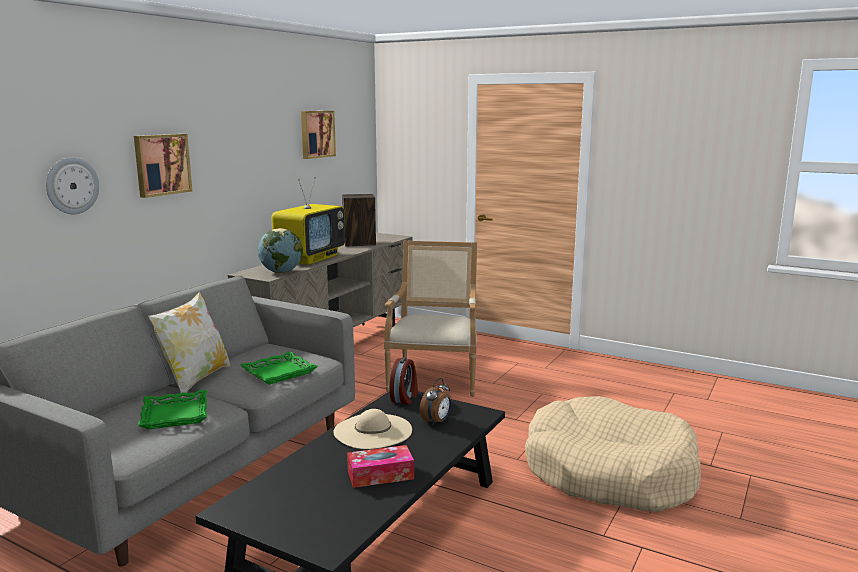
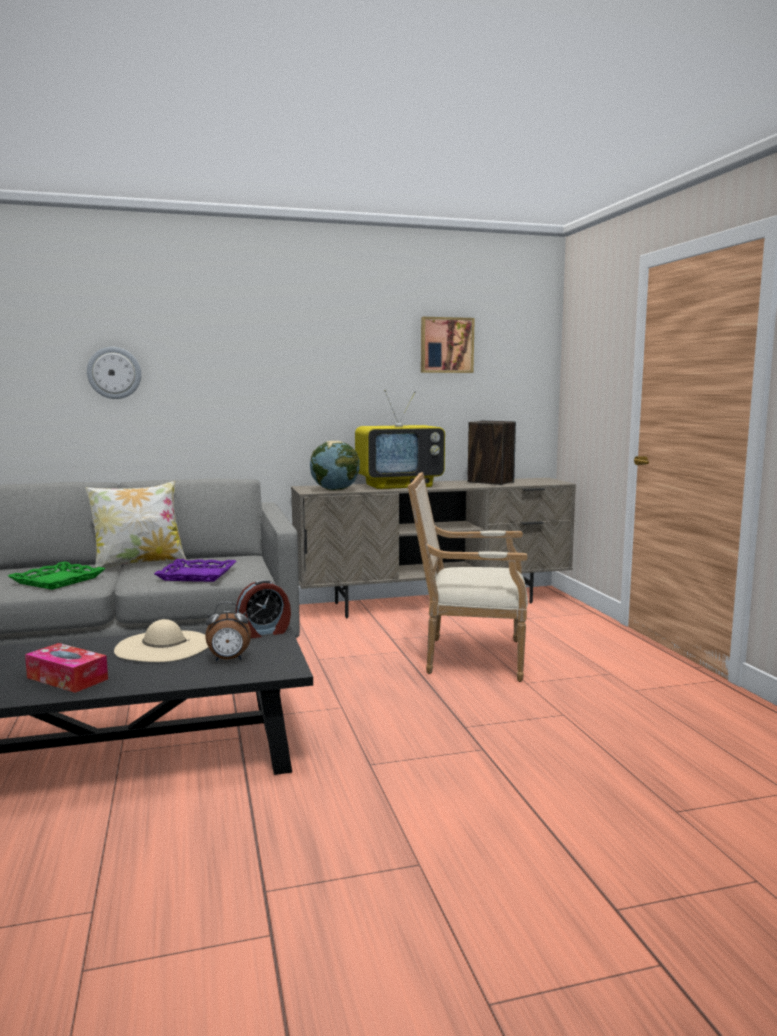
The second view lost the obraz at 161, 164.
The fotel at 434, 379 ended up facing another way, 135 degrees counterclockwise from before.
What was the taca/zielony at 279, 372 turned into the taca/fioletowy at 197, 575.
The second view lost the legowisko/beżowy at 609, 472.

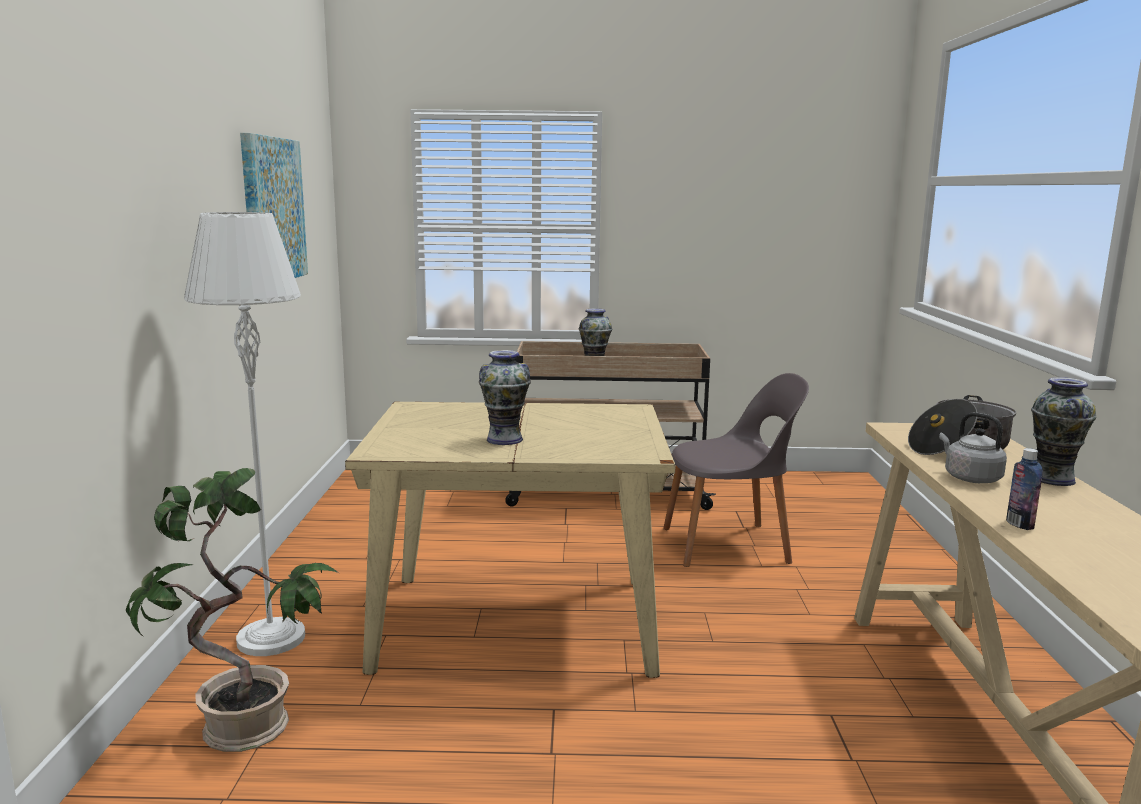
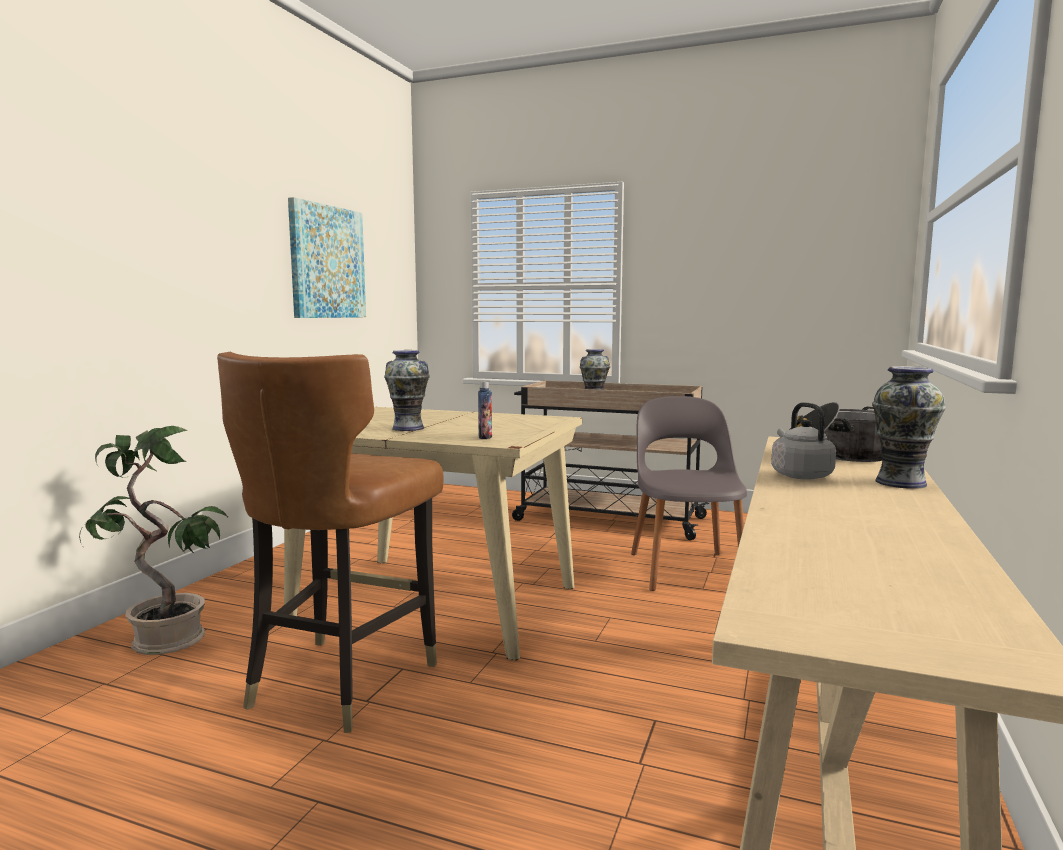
The second view lost the lampa stojąca/biały at 271, 639.
The krzesło/szary at 729, 545 ended up facing another way, 105 degrees counterclockwise from before.
The butelka ended up elsewhere, having gone from 1019, 524 to 485, 437.
The second view gained the krzesło/brązowy at 341, 681.

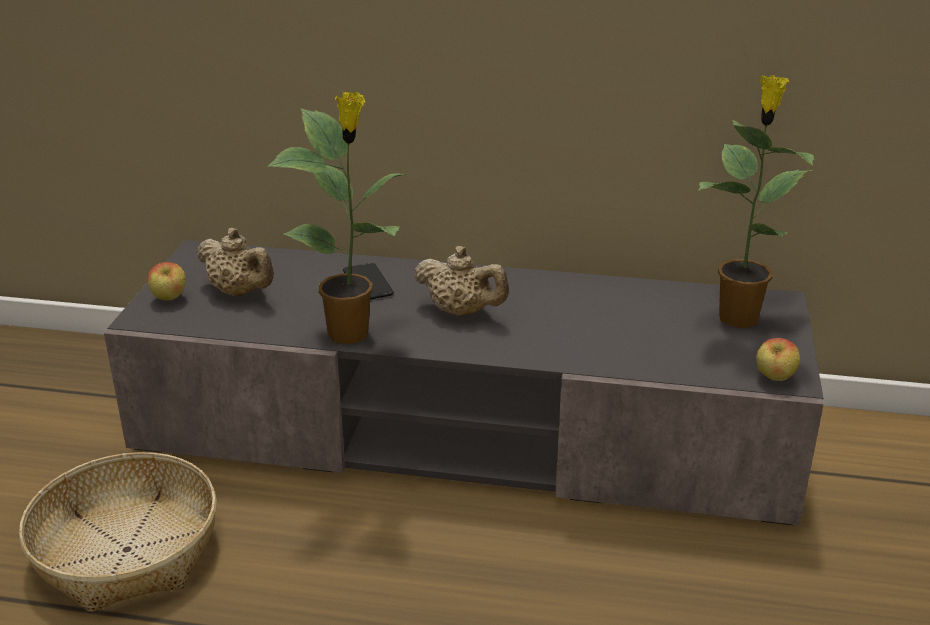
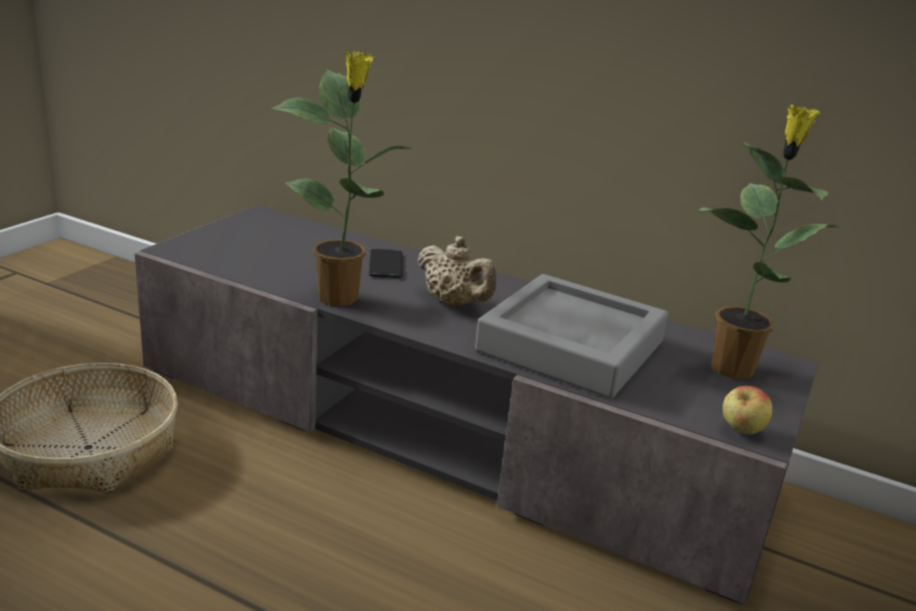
The second view lost the imbryk/beżowy at 240, 292.
The second view lost the jabłko at 169, 299.
The second view gained the taca/szary at 571, 346.

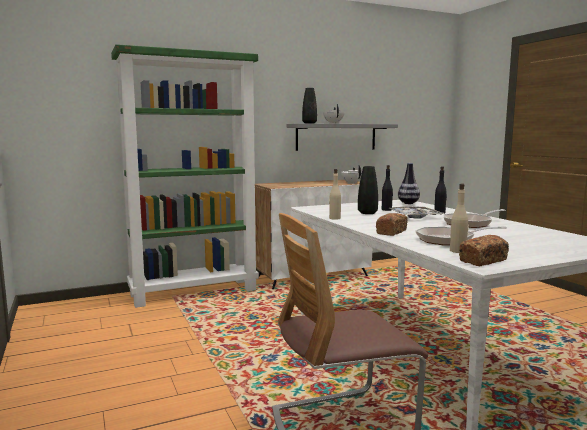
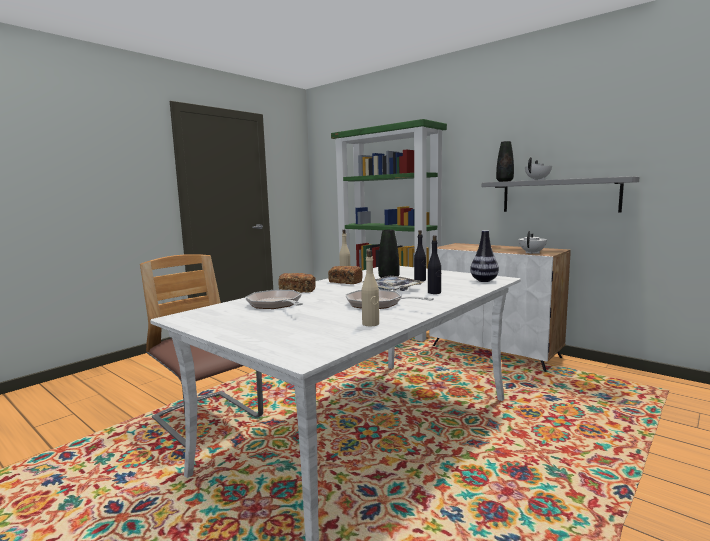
The butelka/beżowy ended up elsewhere, having gone from 458, 251 to 371, 324.
The chleb ended up elsewhere, having gone from 483, 261 to 345, 282.

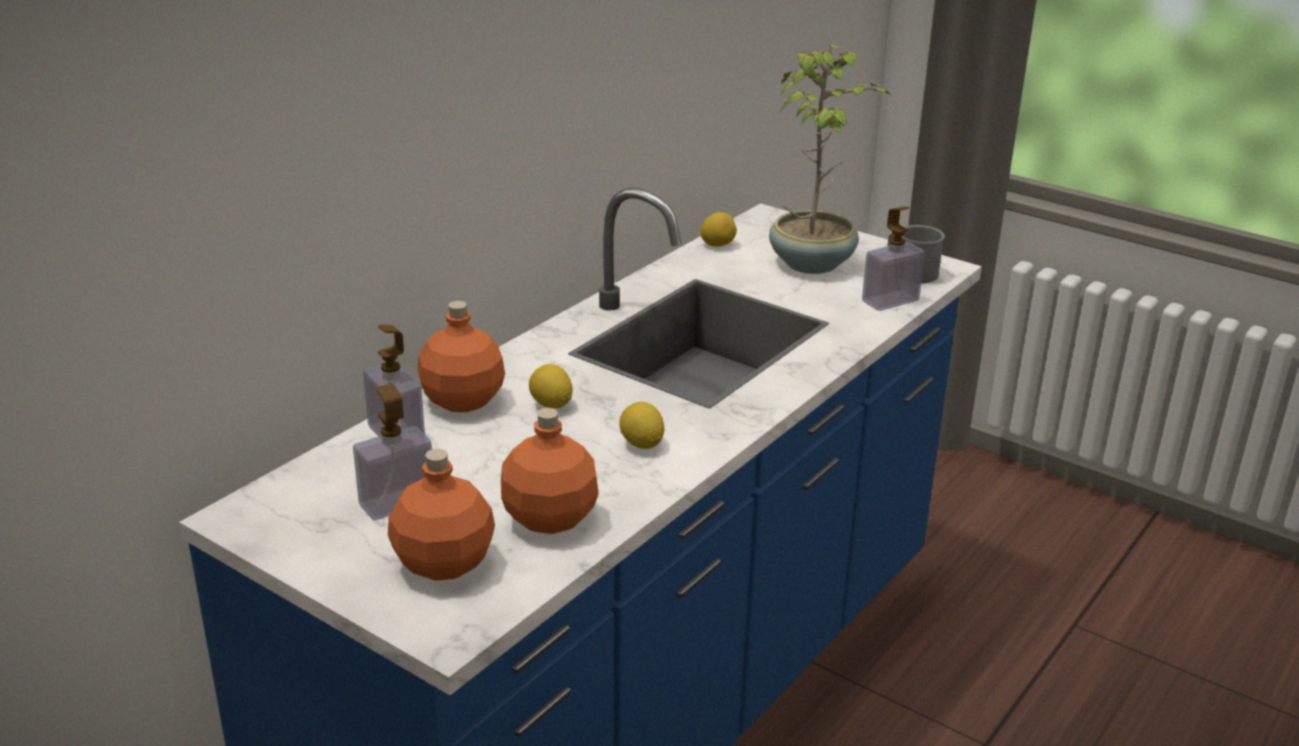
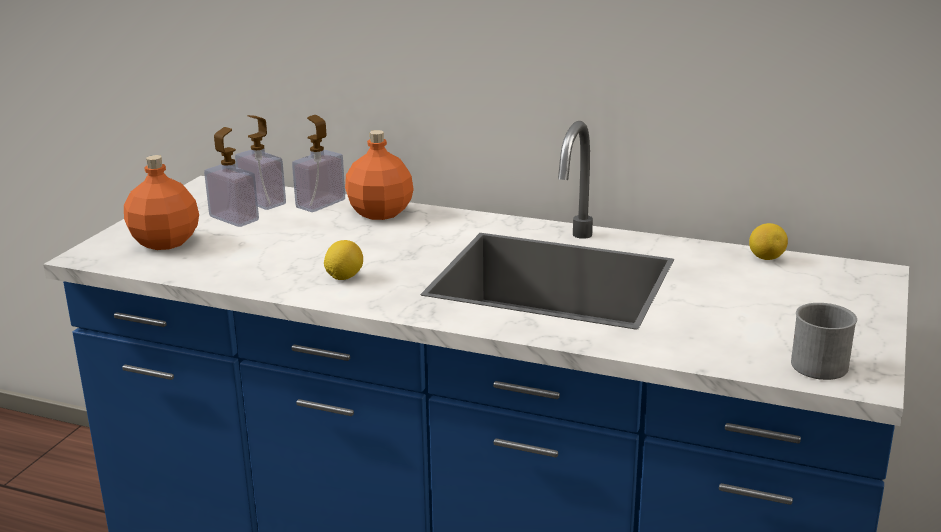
The second view lost the roślina doniczkowa at 812, 262.
The dozownik mydła ended up elsewhere, having gone from 890, 301 to 262, 202.
The second view lost the cytryna at 551, 405.
The second view lost the butelka/pomarańczowy at 549, 517.

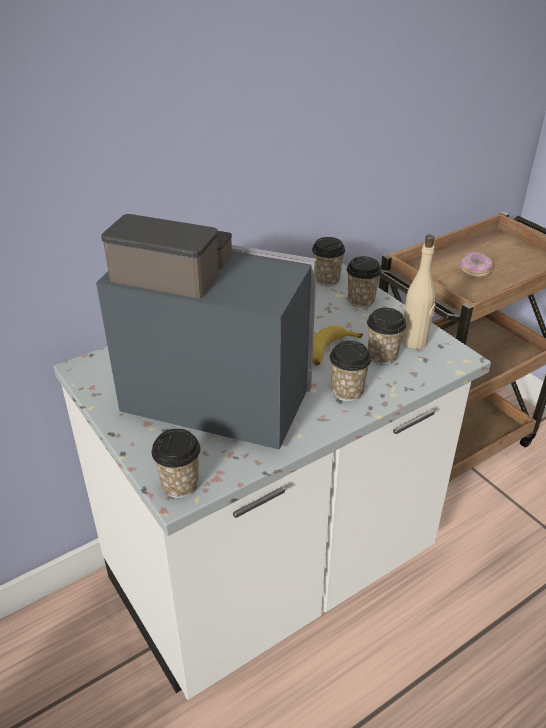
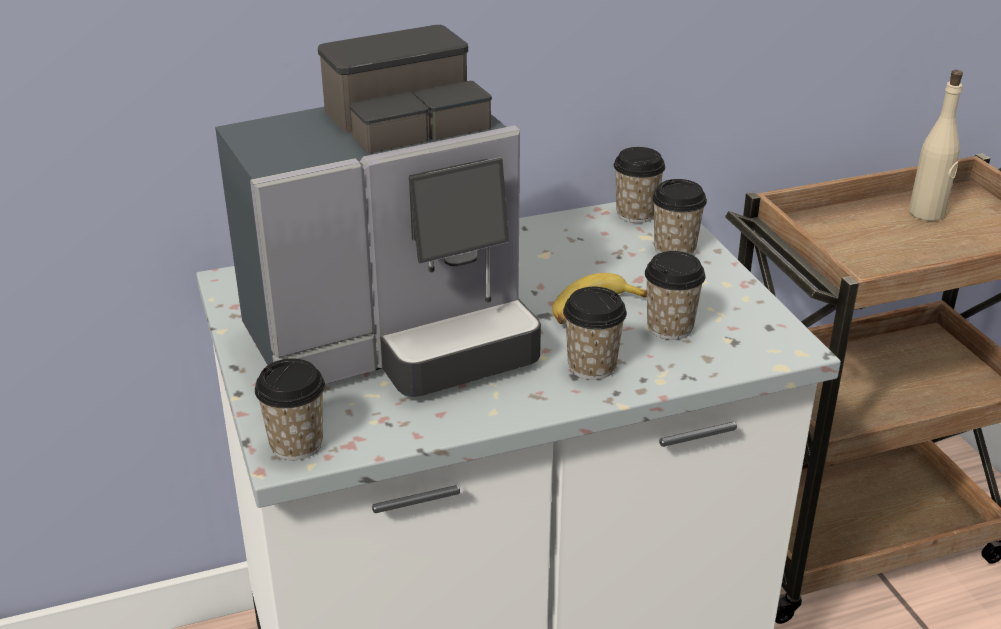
The ekspres do kawy at 213, 394 ended up facing another way, 120 degrees clockwise from before.
The butelka/beżowy ended up elsewhere, having gone from 414, 341 to 927, 213.
The second view lost the donut at 474, 271.

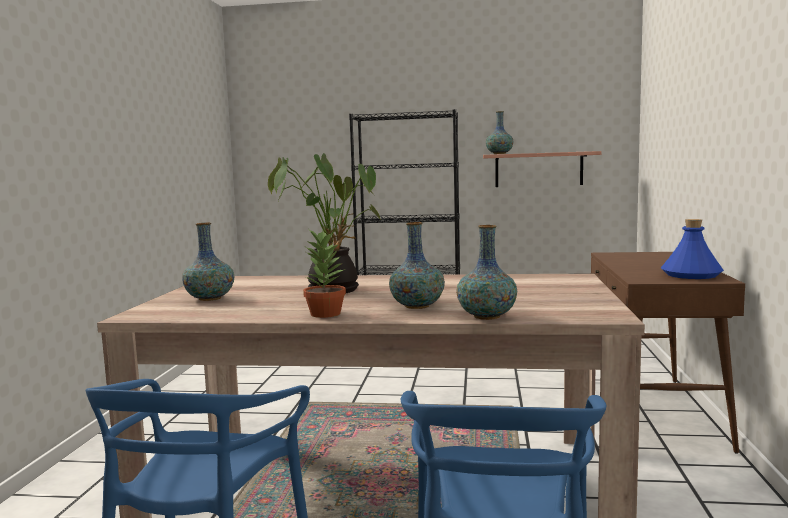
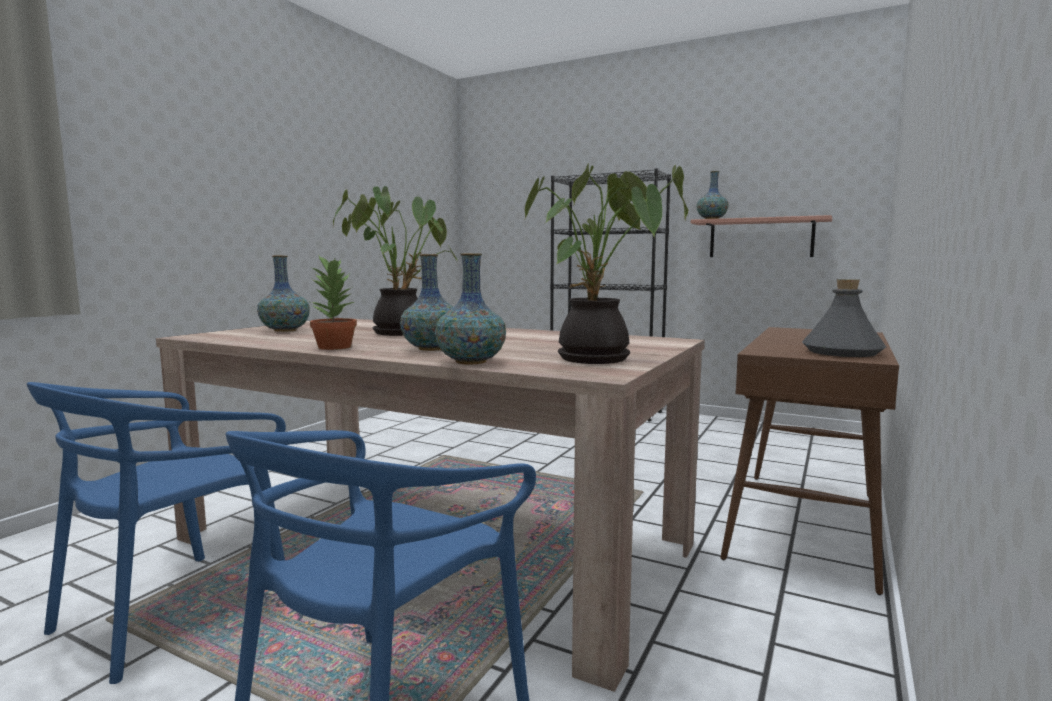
What was the butelka/niebieski at 691, 275 turned into the butelka/szary at 842, 352.
The second view gained the roślina doniczkowa at 598, 360.

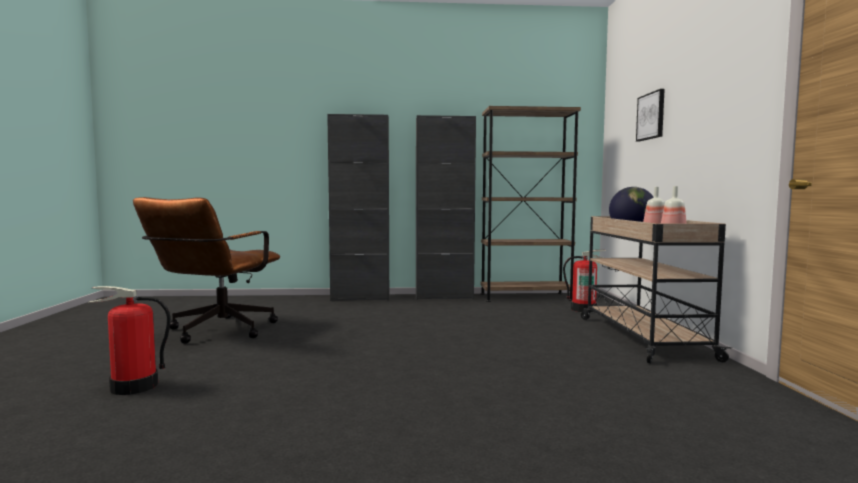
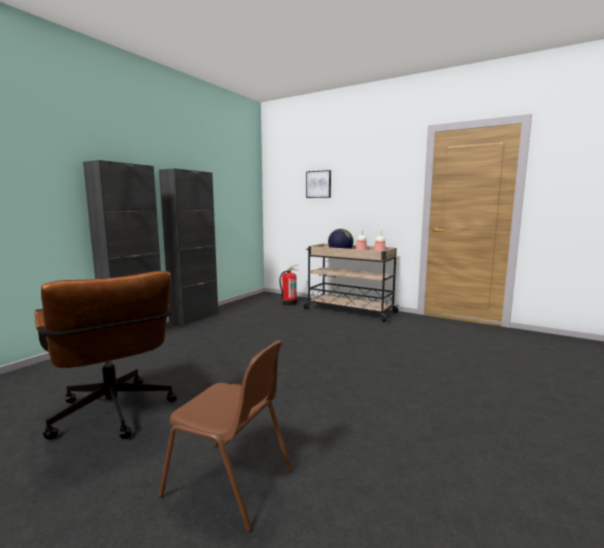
The second view lost the regał/brązowy at 525, 297.
Where the gaśnica stood at 133, 387, the krzesło/brązowy came to stand at 230, 483.

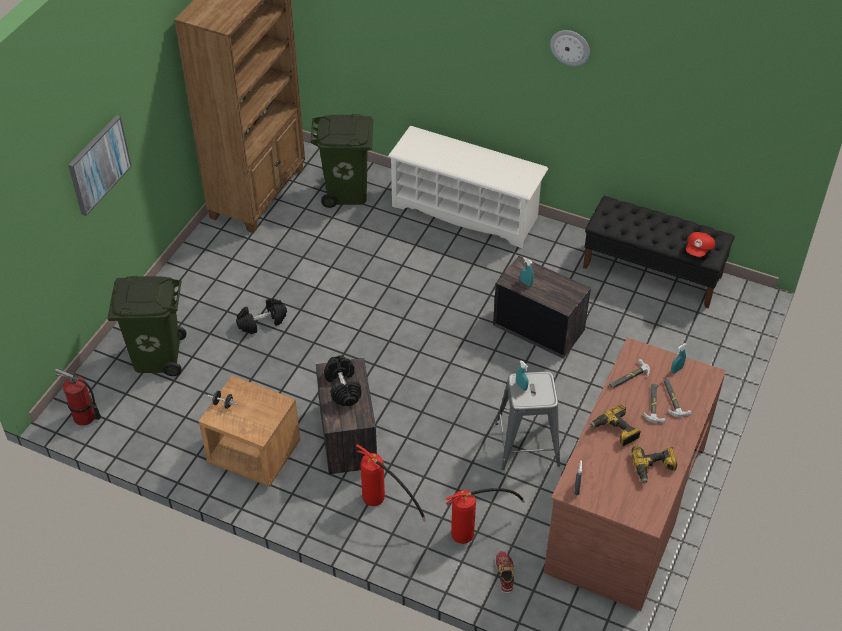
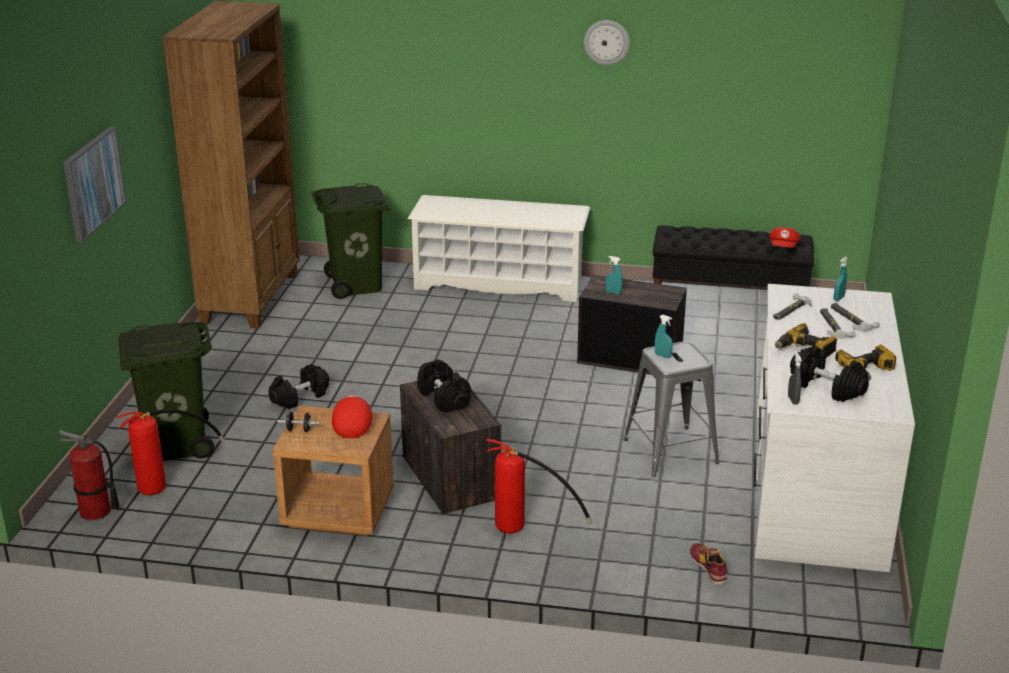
What was the biurko/brązowy at 625, 509 turned into the biurko/biały at 816, 487.
The gaśnica ended up elsewhere, having gone from 475, 530 to 167, 483.
The second view gained the hantel/czarny at 826, 387.
The second view gained the czapka z daszkiem/czerwony at 352, 425.

